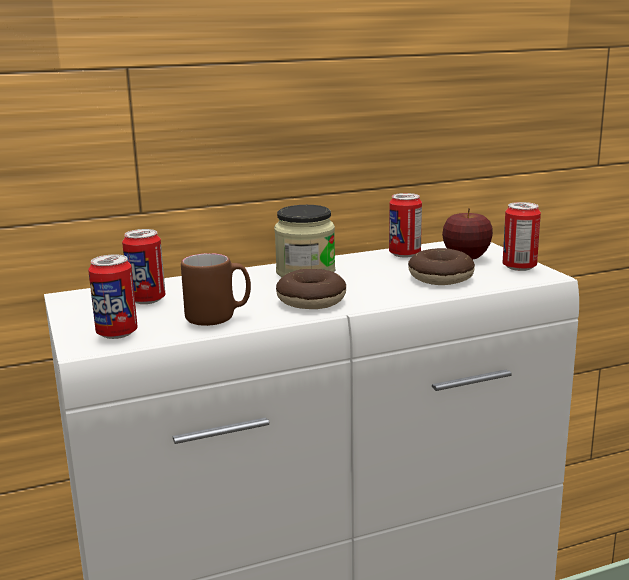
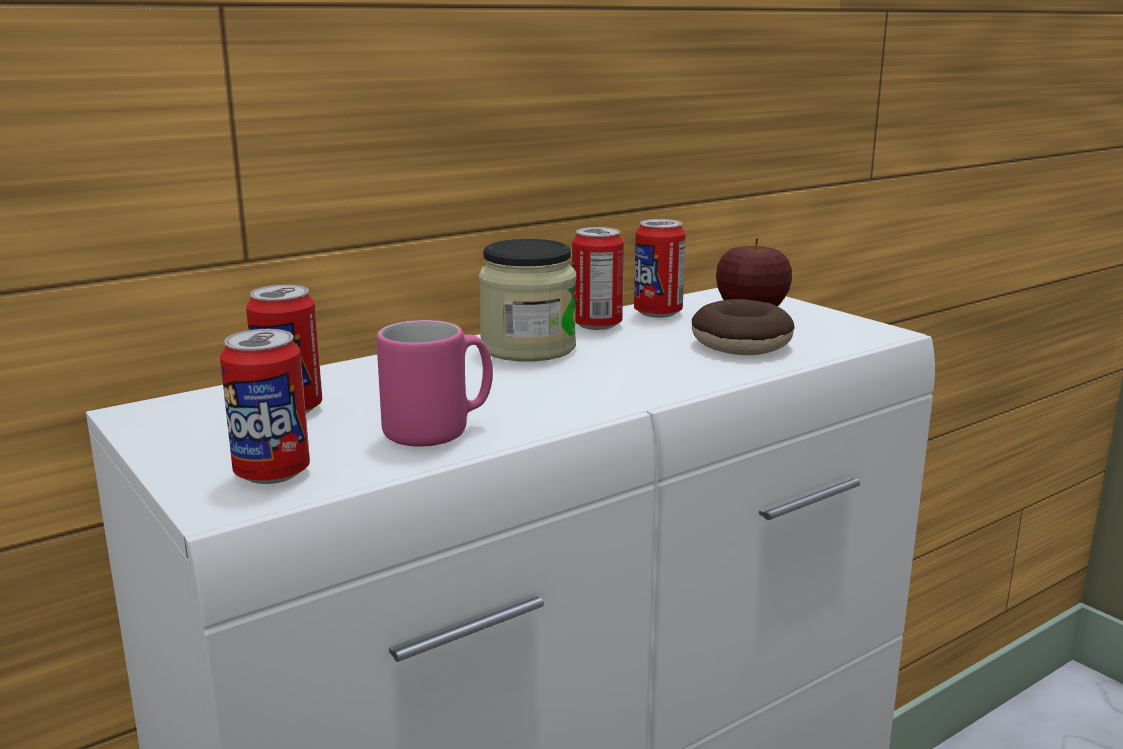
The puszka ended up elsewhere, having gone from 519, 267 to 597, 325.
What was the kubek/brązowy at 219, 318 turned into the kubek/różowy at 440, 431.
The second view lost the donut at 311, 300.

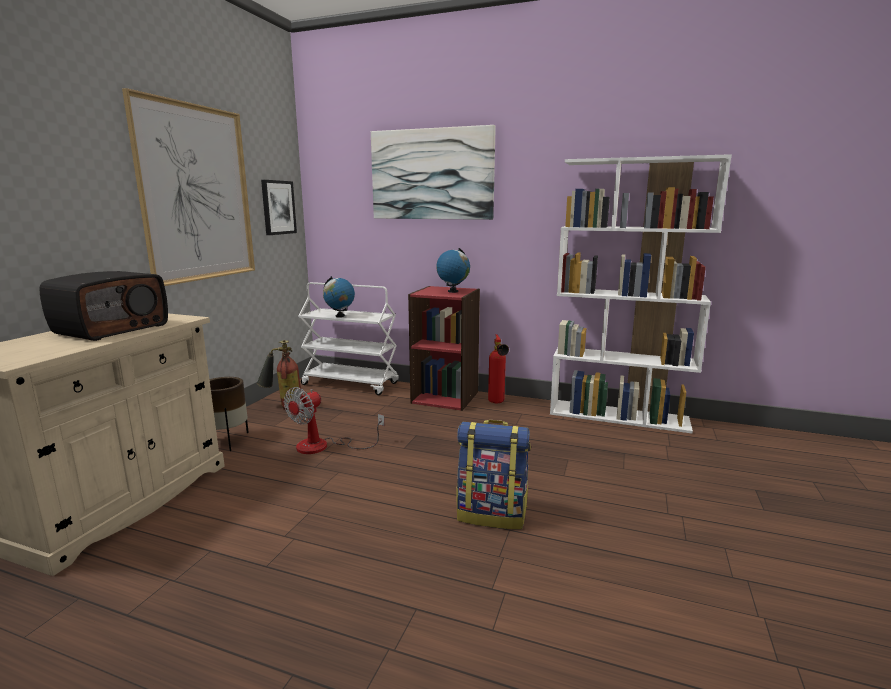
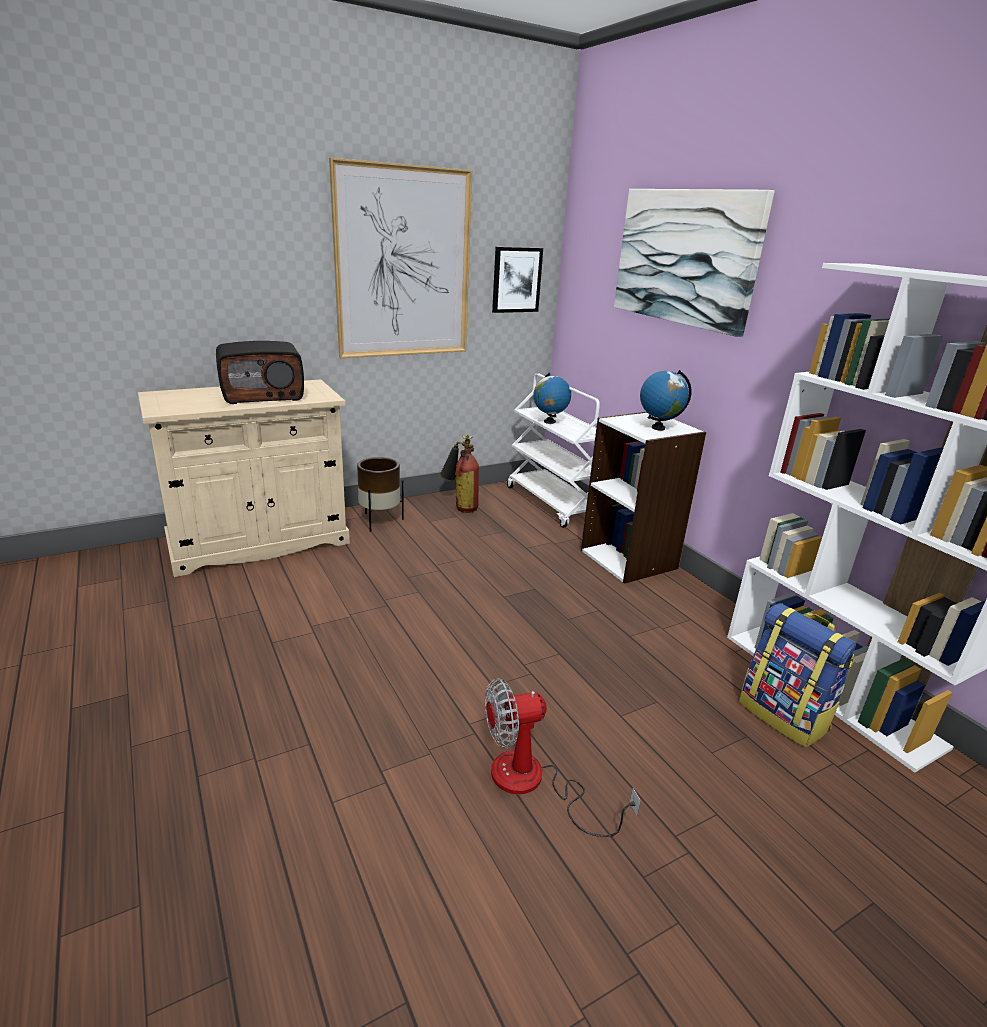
What was the regał/czerwony at 445, 397 turned into the regał/biały at 629, 559.
The second view lost the gaśnica at 497, 403.
The wentylator ended up elsewhere, having gone from 324, 446 to 533, 783.
The plecak ended up elsewhere, having gone from 492, 514 to 784, 716.

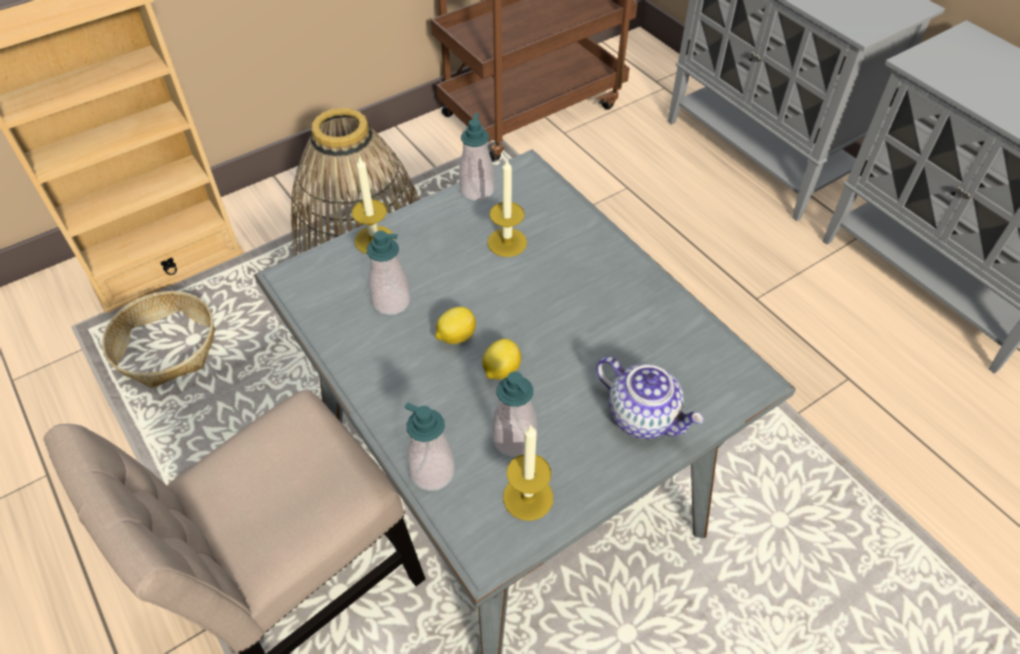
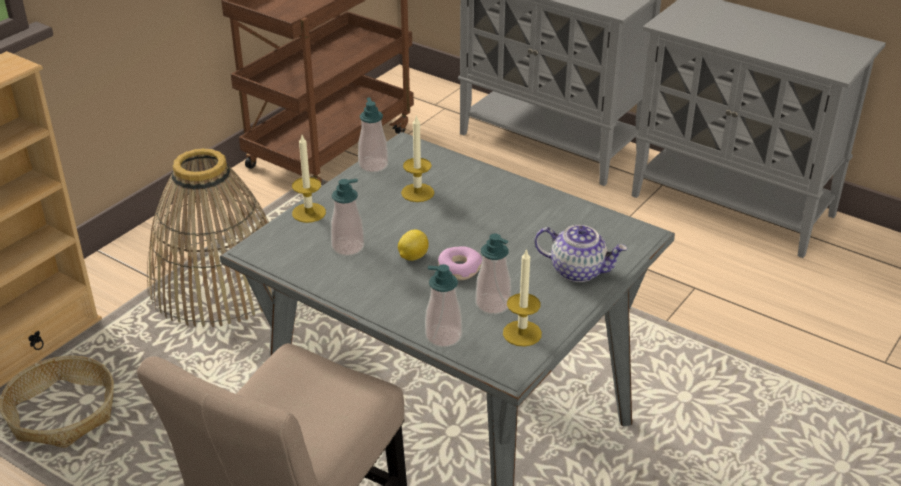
Where the cytryna stood at 501, 370, the donut came to stand at 459, 269.

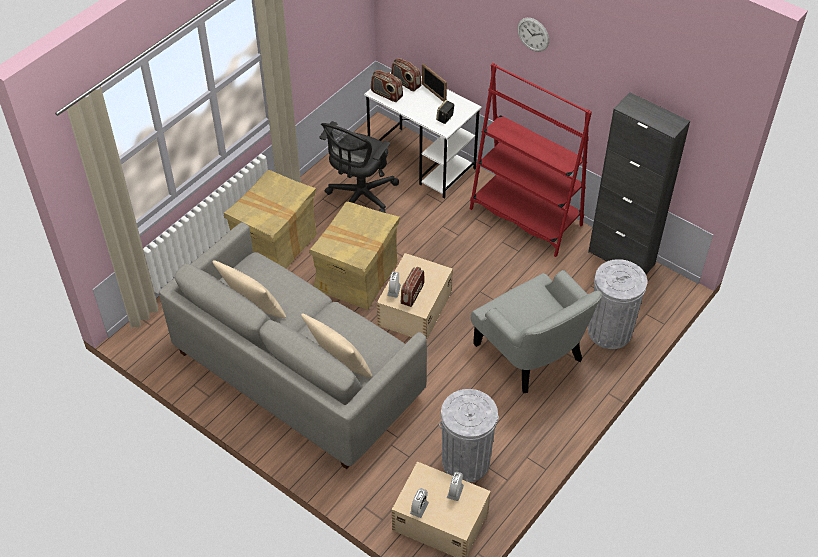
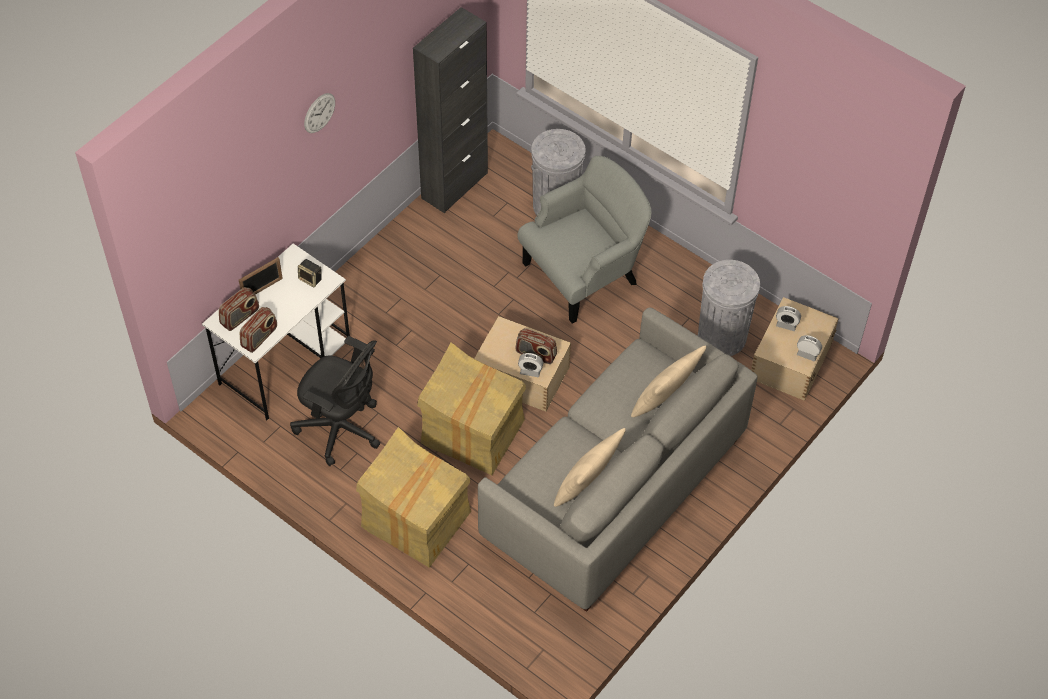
The second view lost the regał/czerwony at 526, 217.

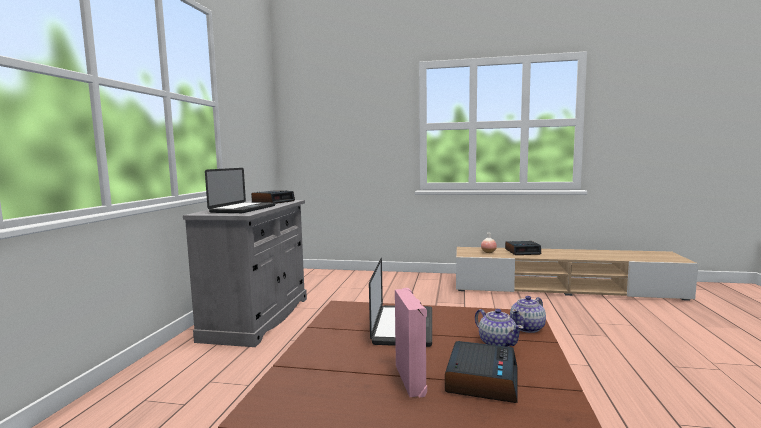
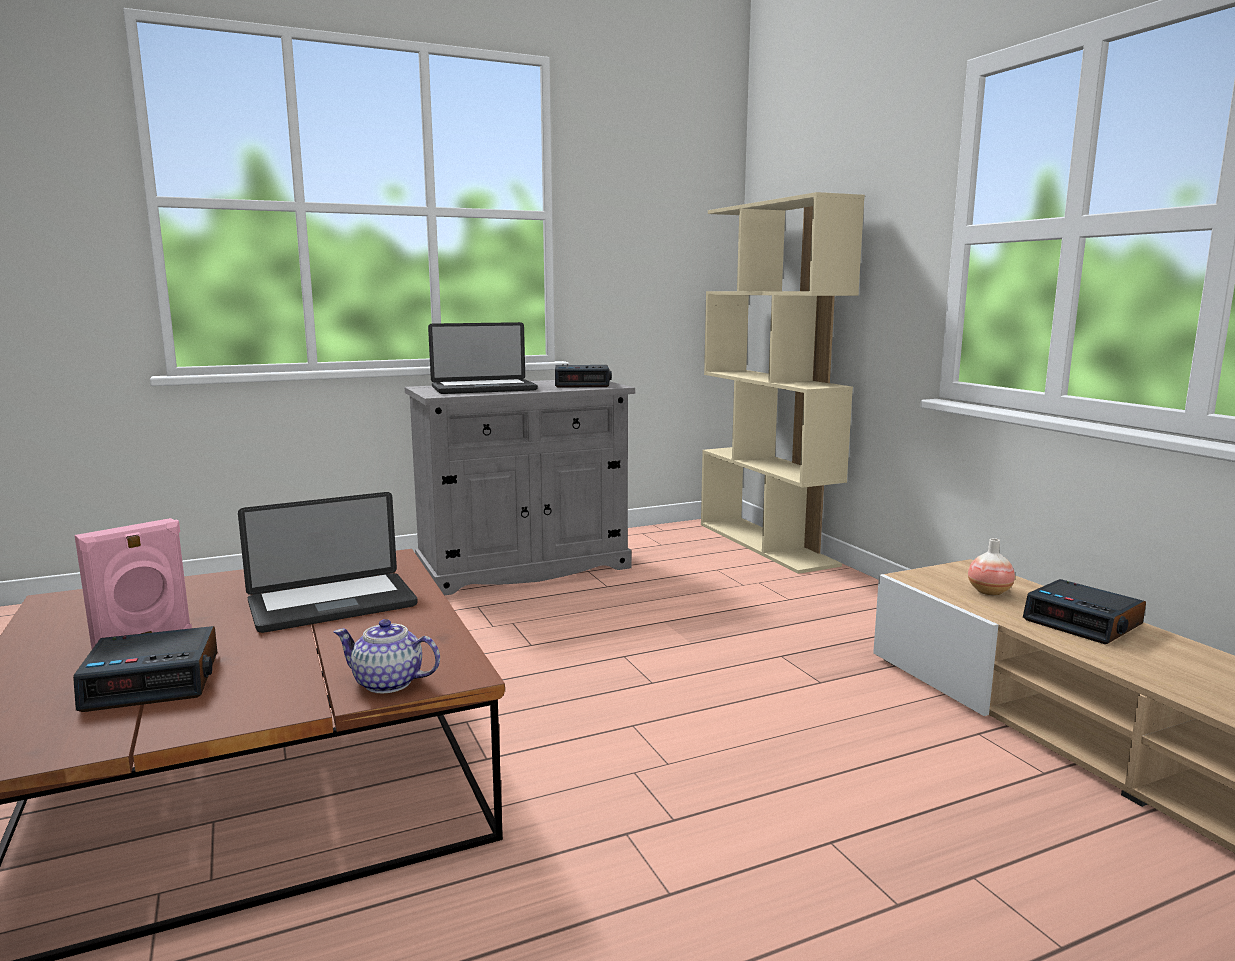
The second view lost the imbryk at 497, 343.
The second view gained the regał/beżowy at 767, 544.

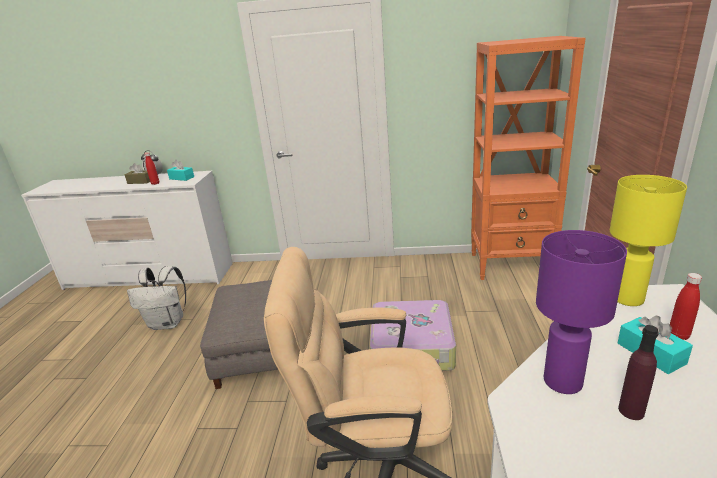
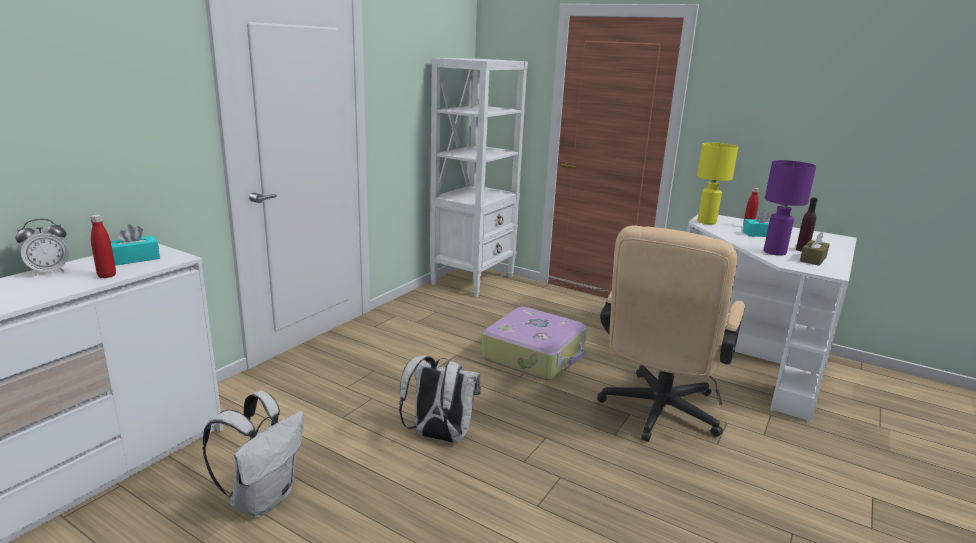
What was the regał/pomarańczowy at 511, 265 turned into the regał/biały at 473, 280.
The pudełko chusteczek/brązowy ended up elsewhere, having gone from 140, 181 to 813, 259.
Where the pufa/szary stood at 255, 351, the plecak/biały came to stand at 439, 436.

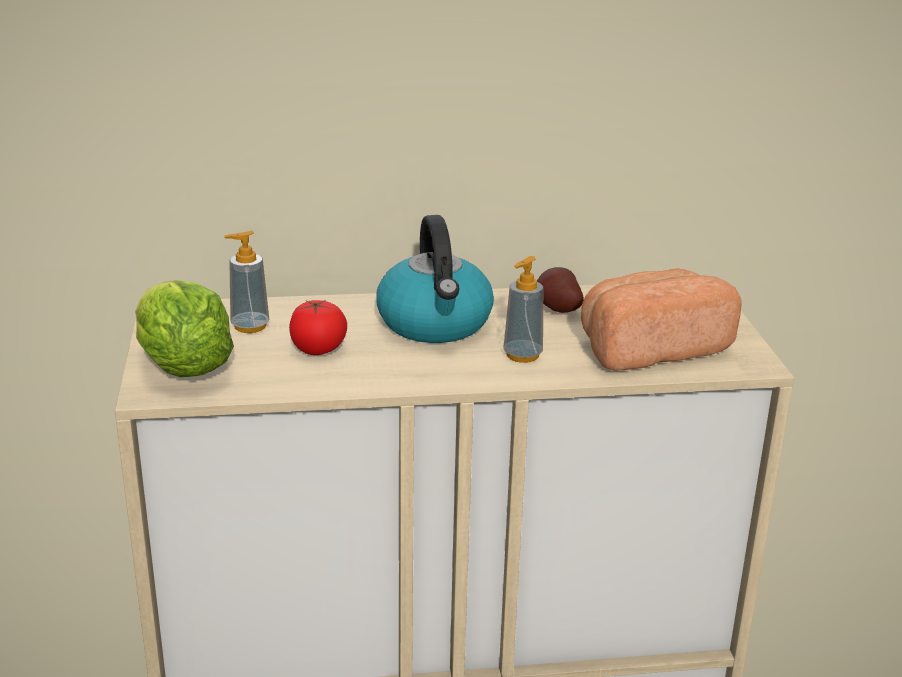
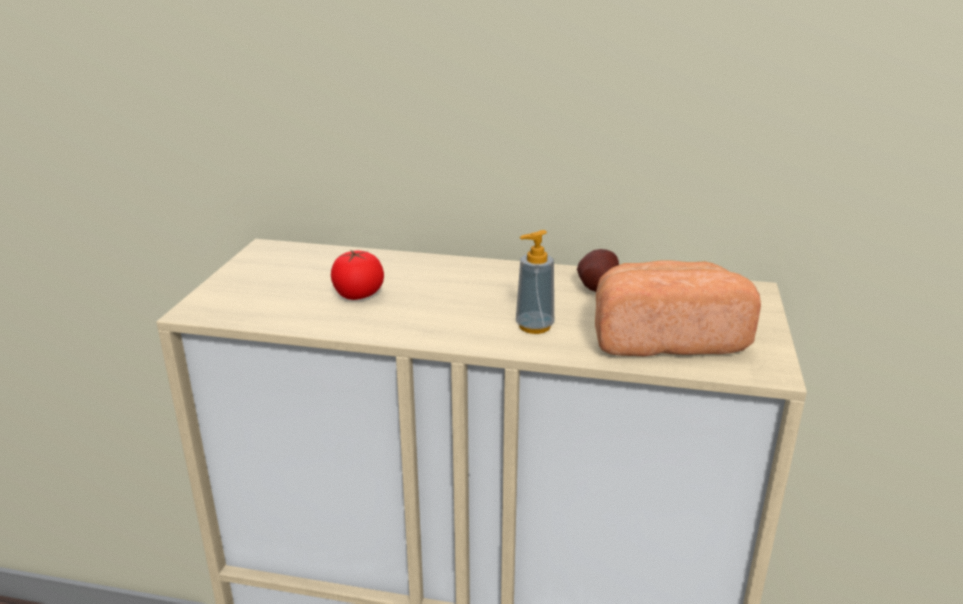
The second view lost the czajnik at 435, 324.
The second view lost the dozownik mydła at 250, 326.
The second view lost the sałata at 182, 367.

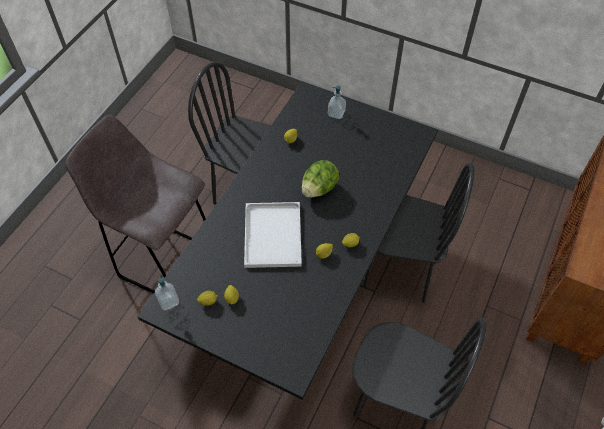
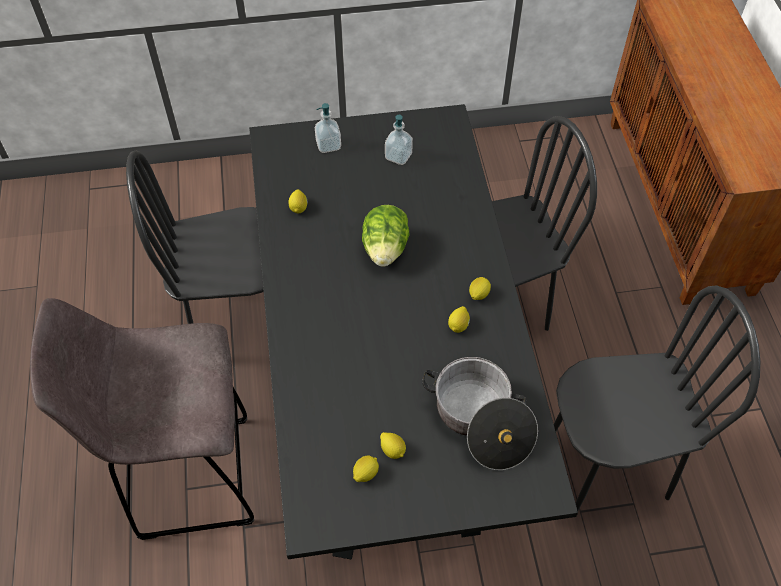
The second view lost the taca/biały at 272, 234.
The dozownik mydła ended up elsewhere, having gone from 168, 301 to 398, 156.
The second view gained the garnek at 480, 421.

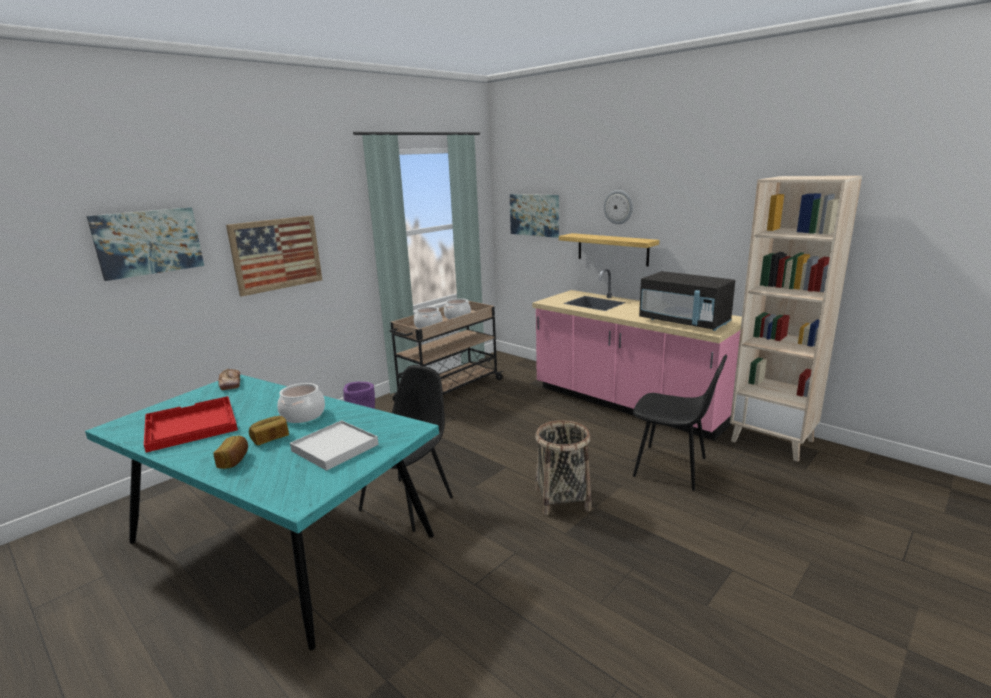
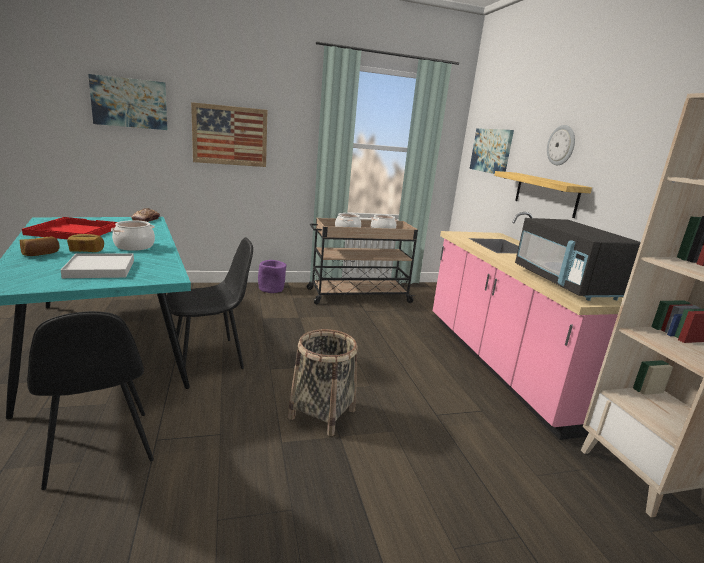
The krzesło/czarny ended up elsewhere, having gone from 672, 468 to 99, 450.

